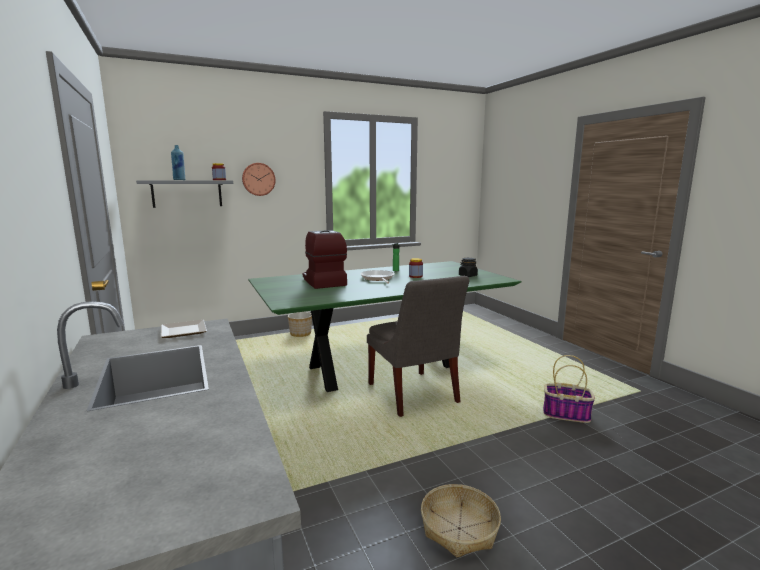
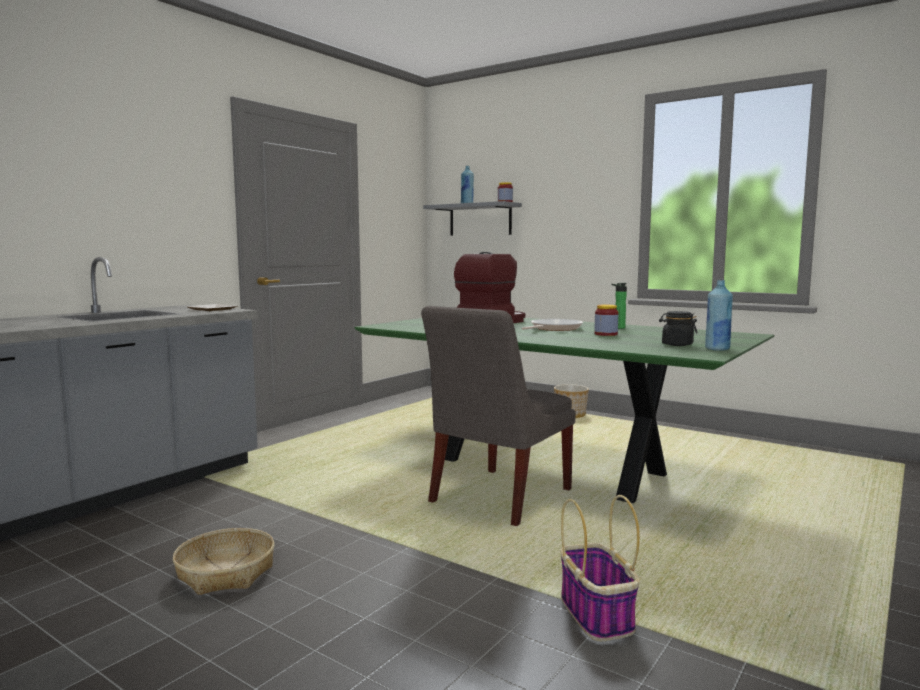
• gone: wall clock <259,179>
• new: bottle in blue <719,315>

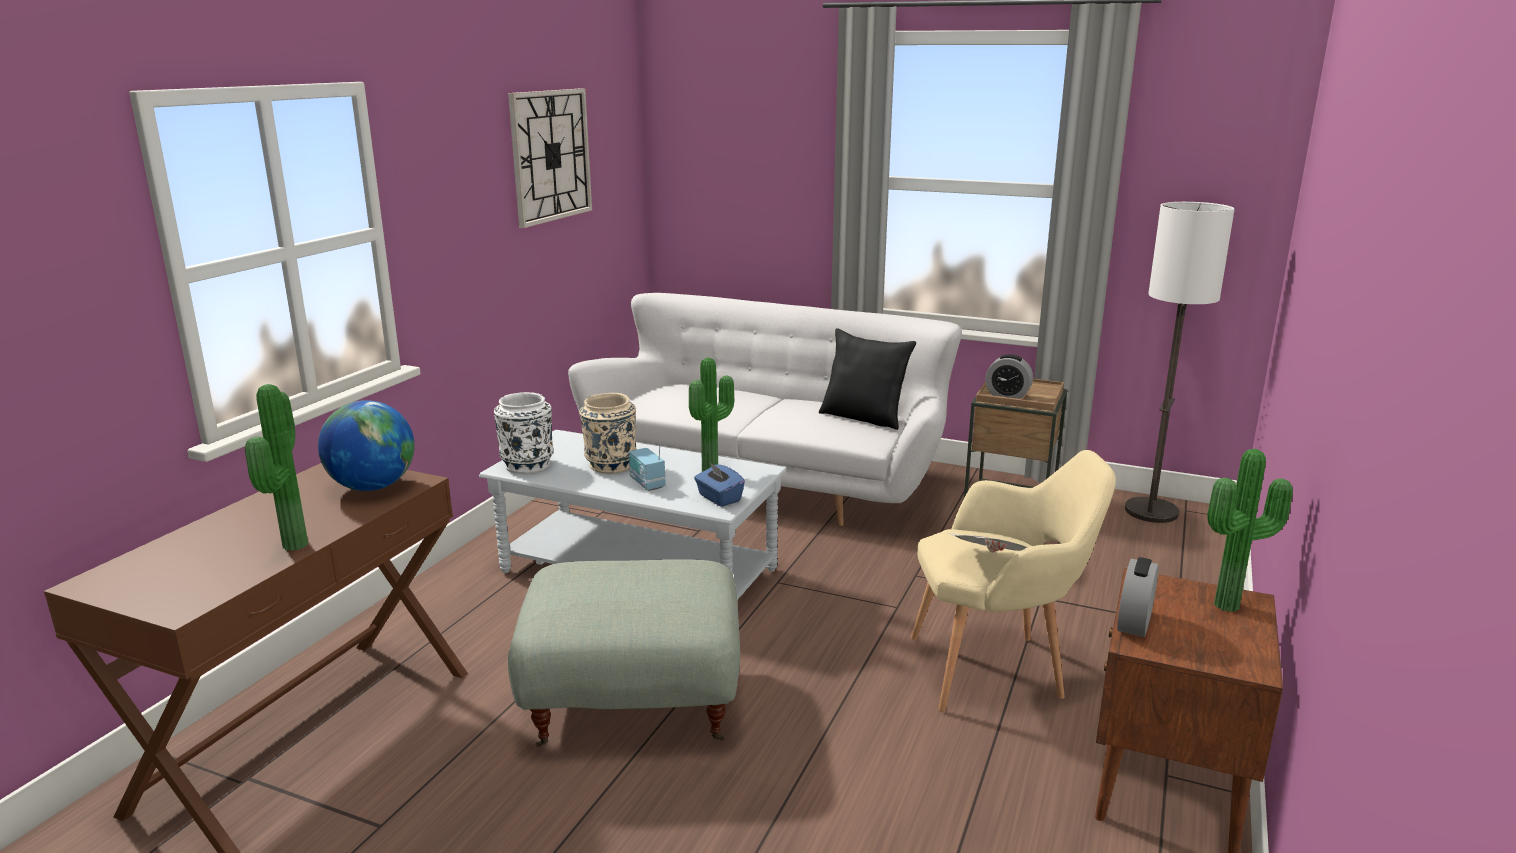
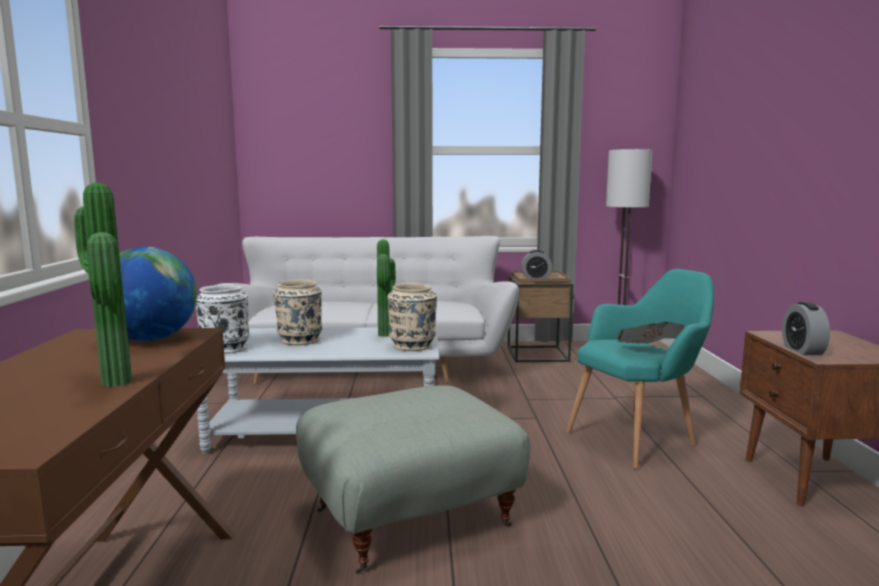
• gone: wall clock <550,158>
• gone: pillow in black <867,379>
• gone: radio <647,467>
• gone: potted plant <1250,530>
• repainted: armchair in beige <1013,581> to armchair in turquoise <640,369>
• swapped: tissue box in blue <719,484> to vase in beige <412,317>

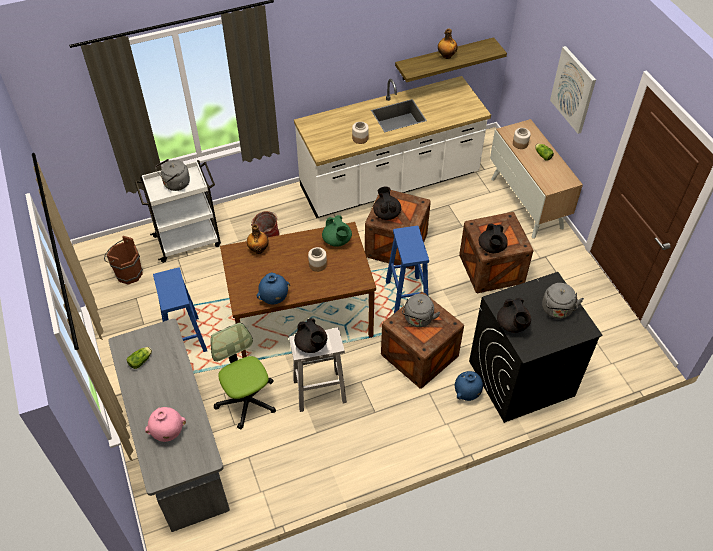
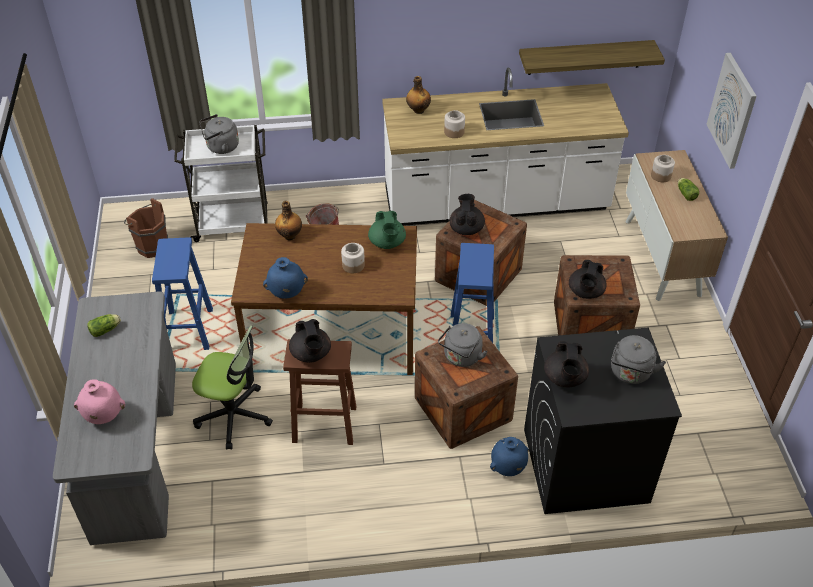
• shifted: bottle <448,44> to <418,95>
• rotated: office chair <243,376> = <232,388> 120 degrees clockwise
• repainted: stool in white <318,370> to stool in brown <319,392>

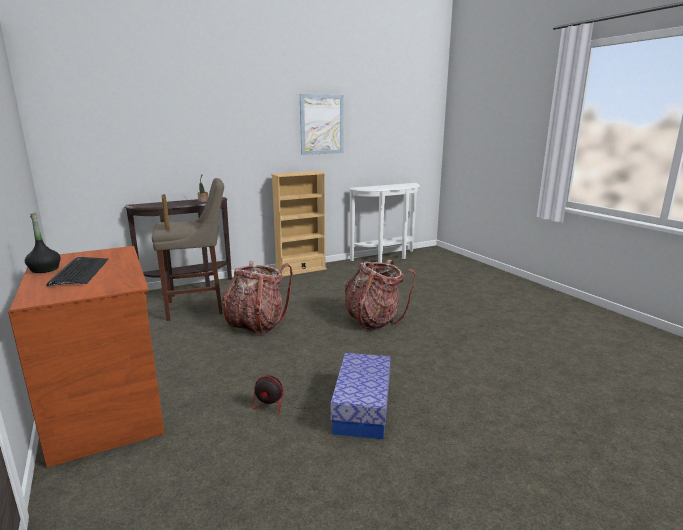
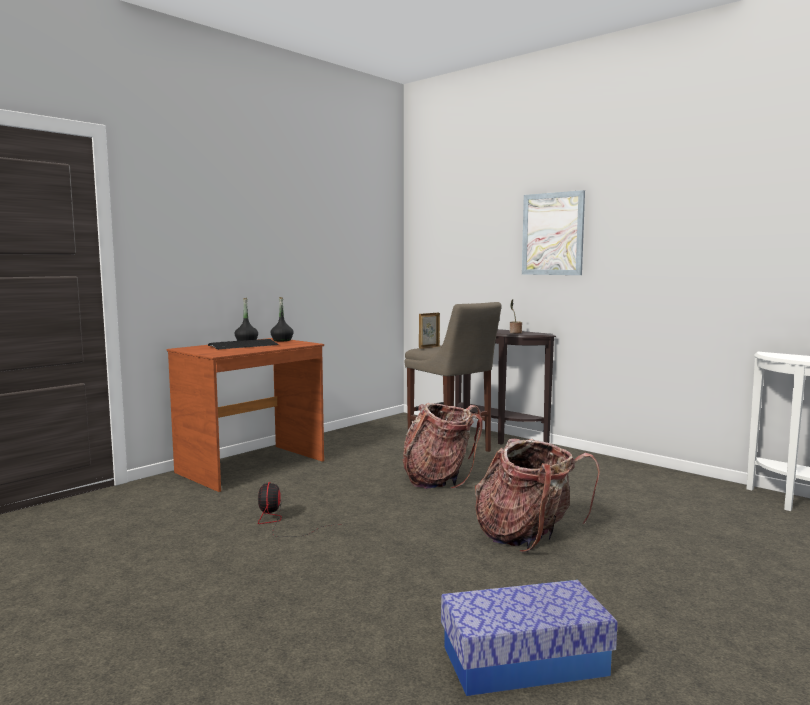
• shifted: picture <322,124> to <553,232>
• gone: bookcase in beige <299,224>
• shifted: storage box <360,396> to <529,638>
• new: bottle in black <281,319>

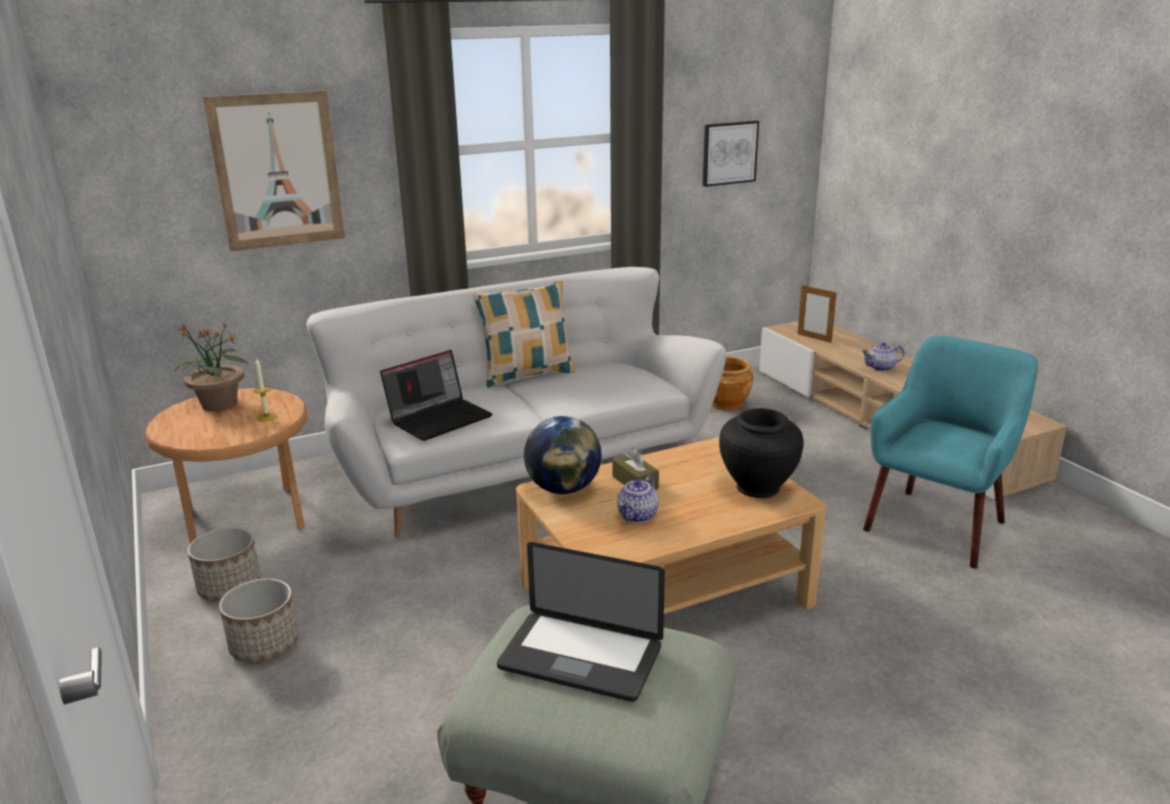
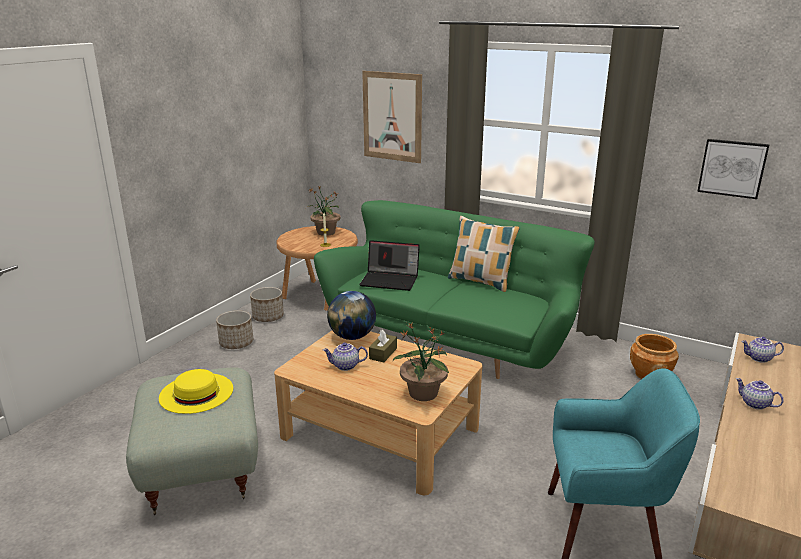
• repainted: sofa in white <516,402> to sofa in green <454,289>
• swapped: picture frame <817,313> to teapot <762,350>
• swapped: vase in black <761,453> to potted plant <421,361>
• swapped: laptop <581,622> to hat in yellow <196,391>

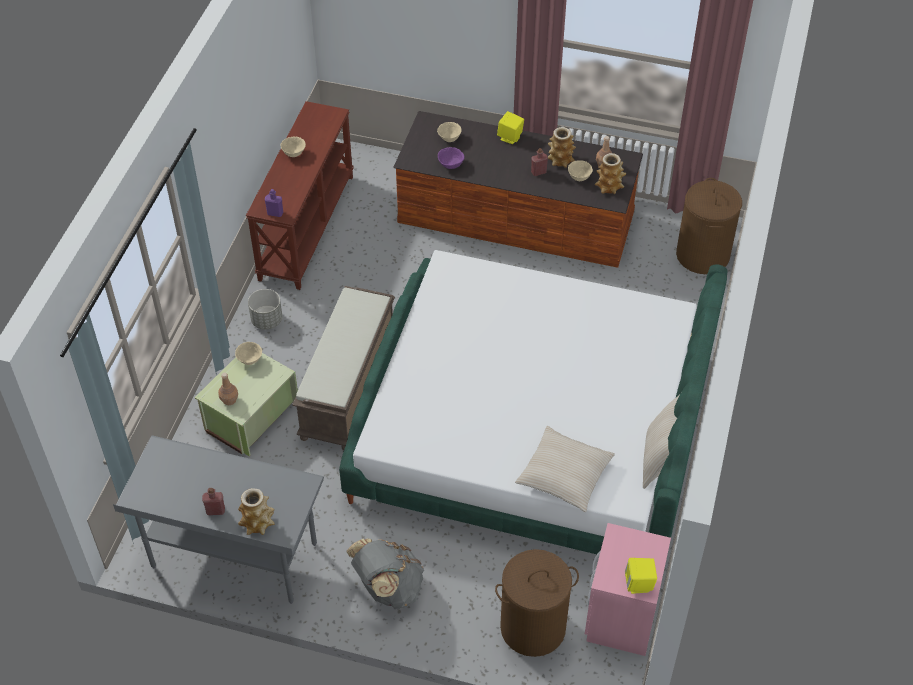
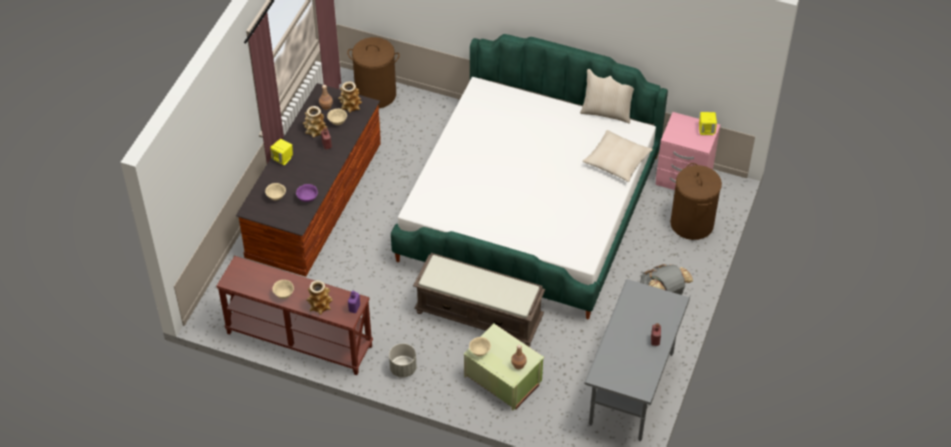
• shifted: vase <256,511> to <319,297>

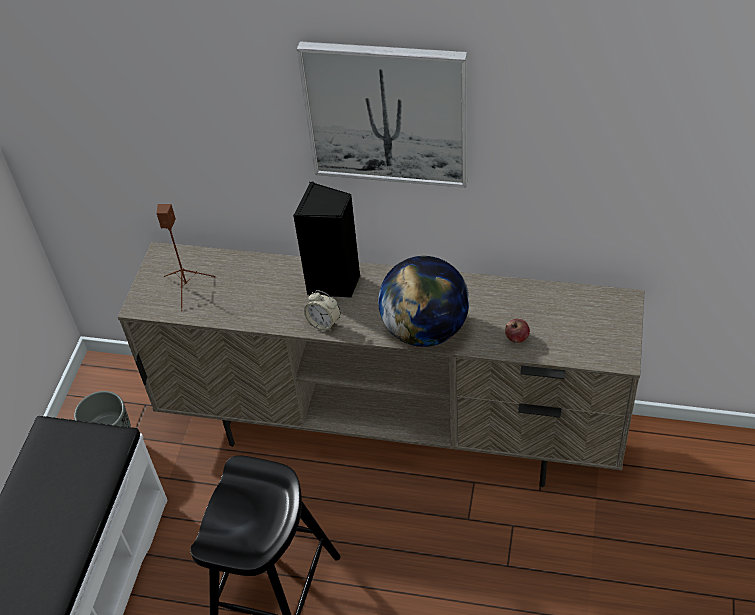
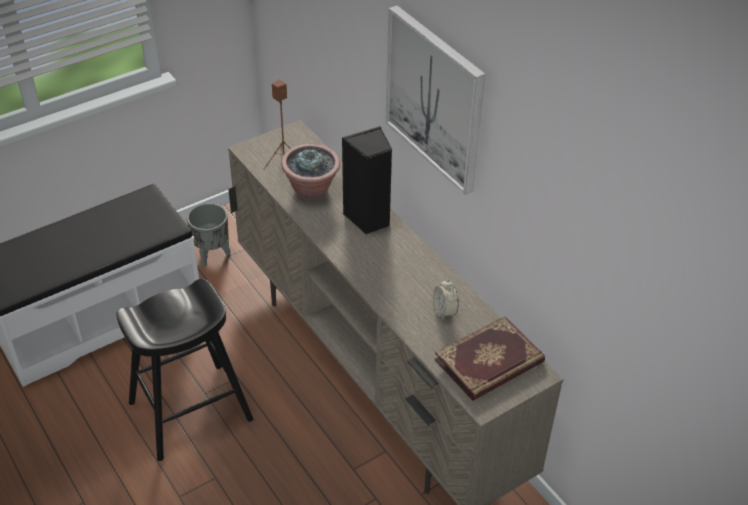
• gone: globe <423,301>
• shifted: alarm clock <322,310> to <446,300>
• gone: apple <517,331>
• new: potted plant <310,171>
• new: book <489,358>

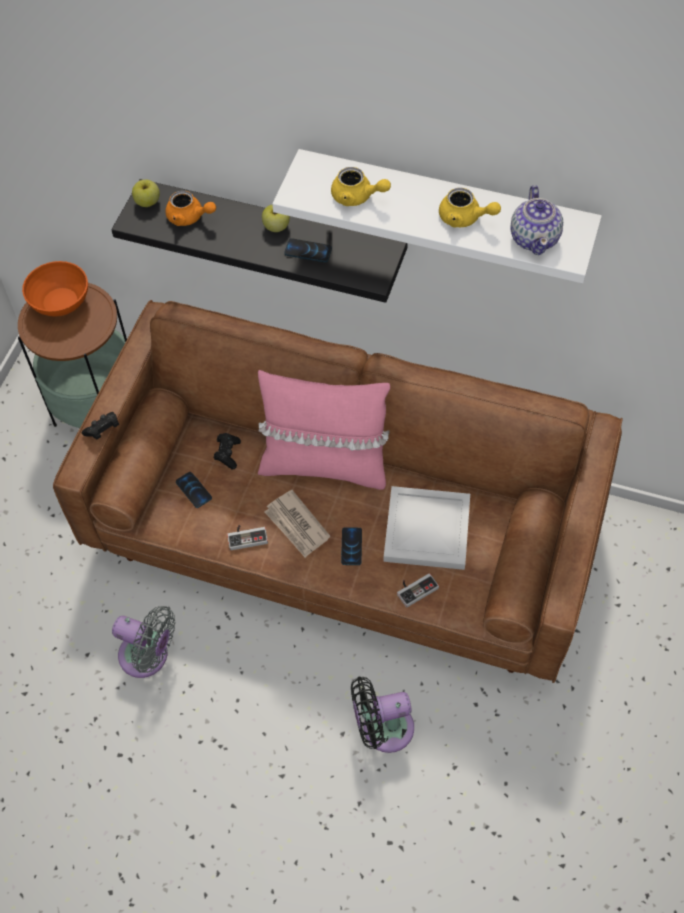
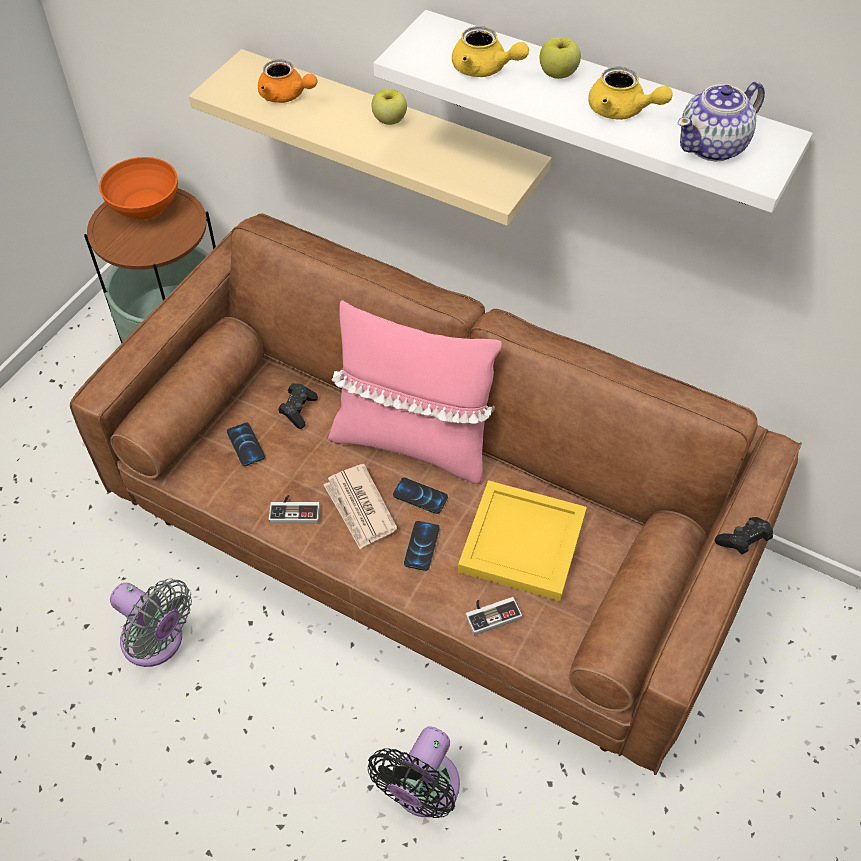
• repainted: shelf in black <259,241> to shelf in beige <370,137>
• shifted: apple <146,193> to <560,58>
• rotated: teapot <536,220> = <721,121> 45 degrees clockwise
• shifted: phone <308,250> to <420,495>
• shifted: game controller in black <100,426> to <744,535>
• repainted: tray in white <426,528> to tray in yellow <522,540>
• rotated: fan in black <382,715> = <414,772> 60 degrees counterclockwise

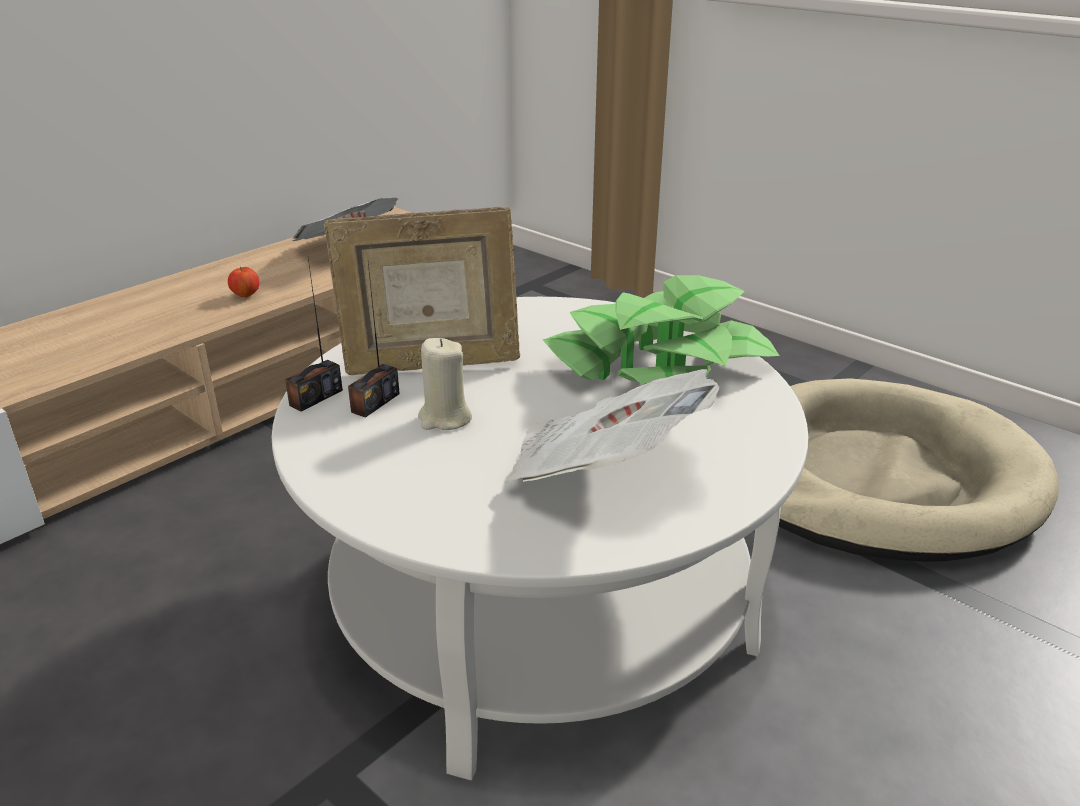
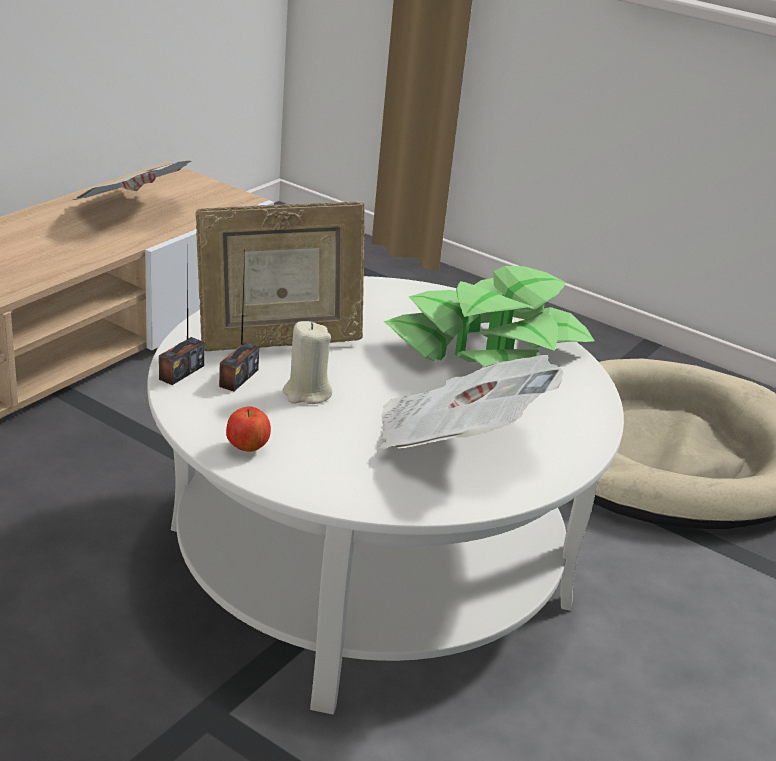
• shifted: apple <244,281> to <248,429>

